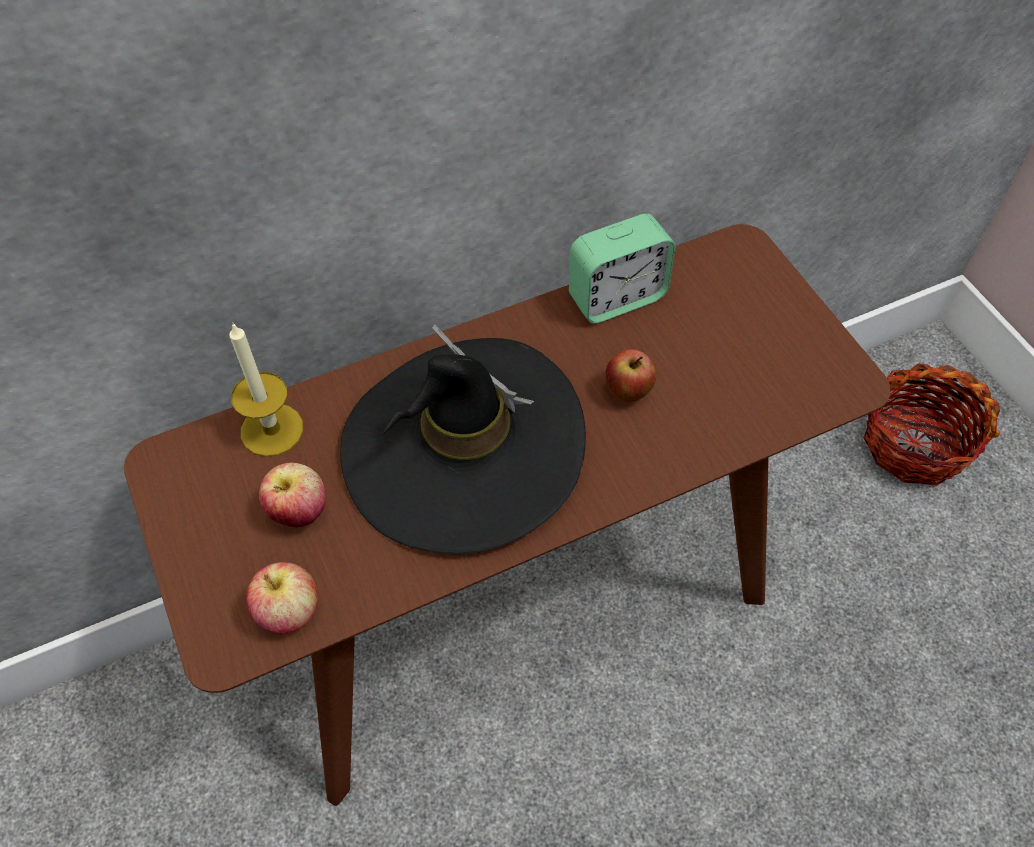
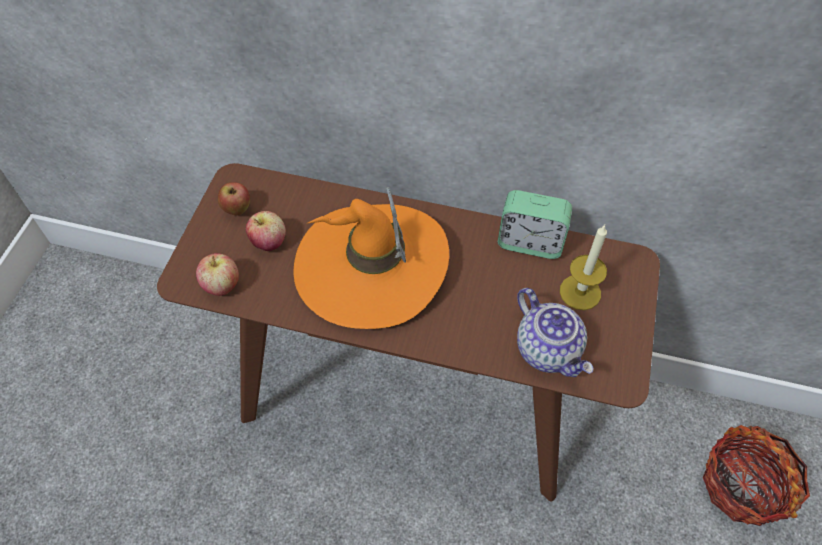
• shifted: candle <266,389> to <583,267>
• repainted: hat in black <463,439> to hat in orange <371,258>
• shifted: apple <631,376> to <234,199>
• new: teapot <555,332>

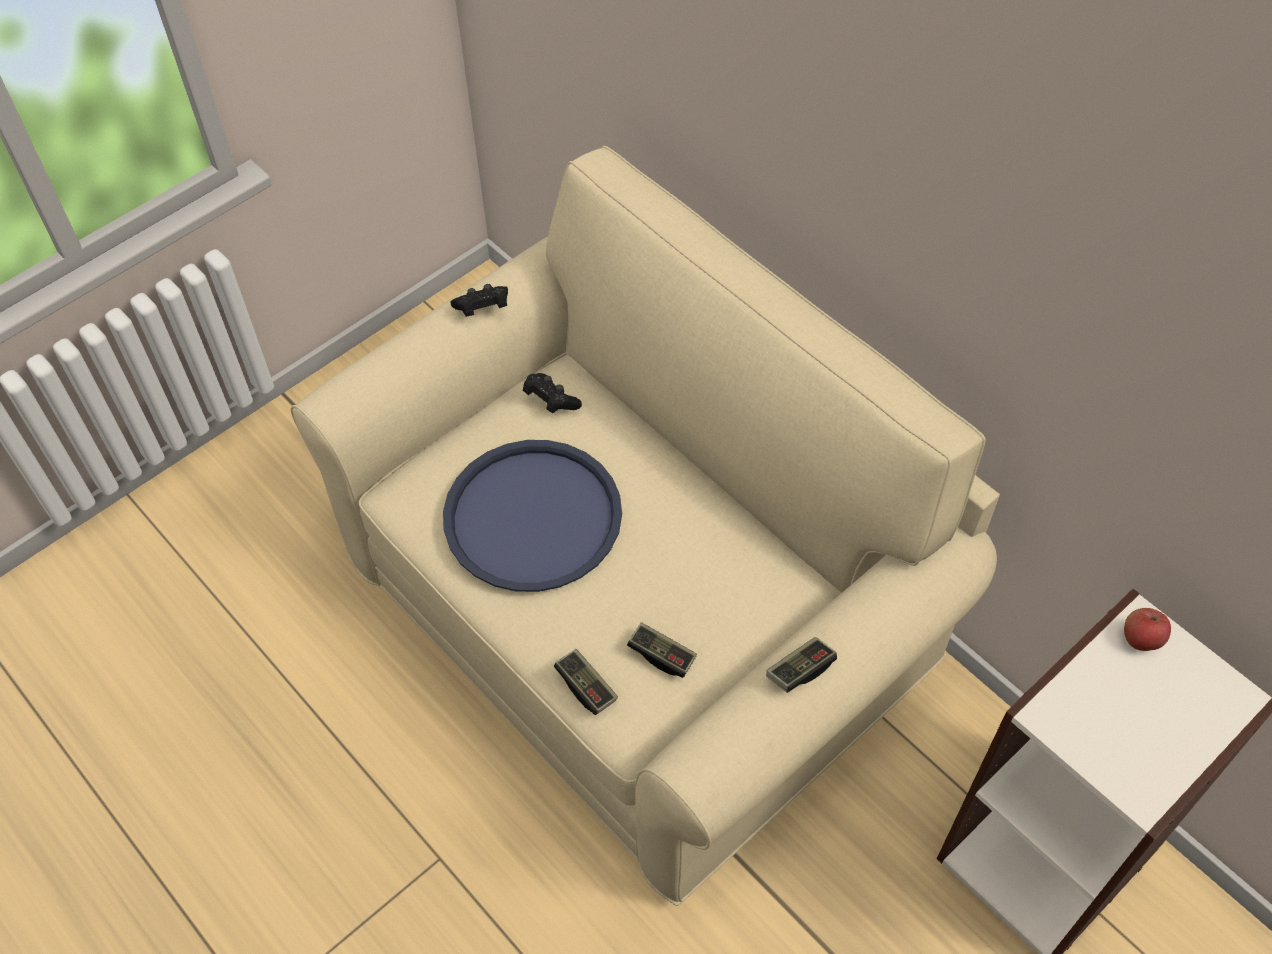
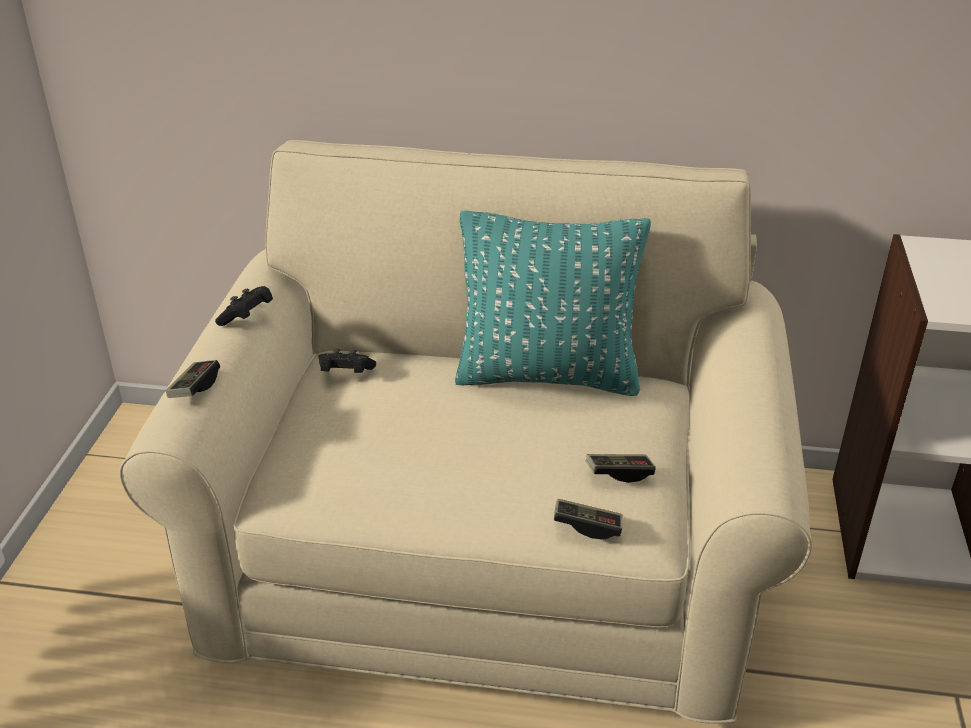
• gone: tray in blue <532,516>
• gone: apple <1147,629>
• shifted: game controller <801,665> to <192,379>
• new: pillow in turquoise <553,303>

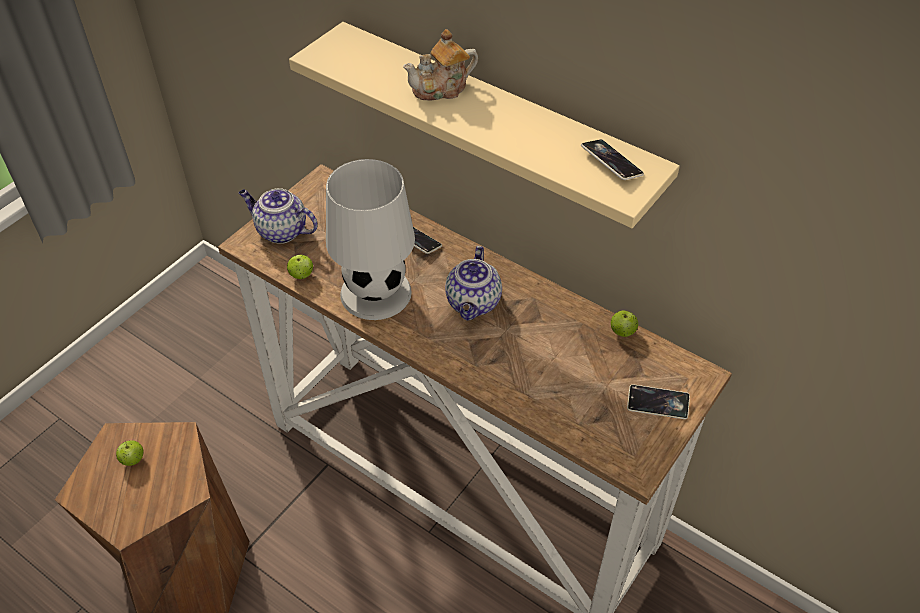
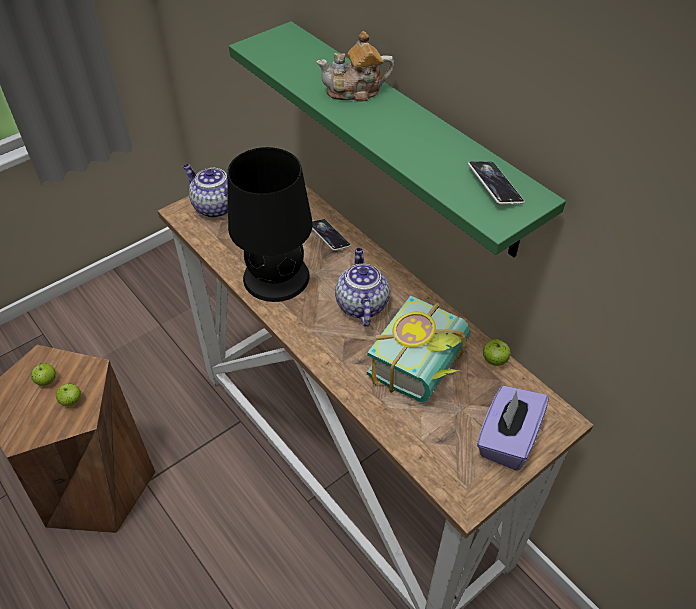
• repainted: shelf in beige <484,125> to shelf in green <397,139>
• repainted: table lamp in white <370,239> to table lamp in black <270,224>
• rotated: teapot <473,283> = <362,287> 150 degrees clockwise
• shifted: apple <300,267> to <68,394>
• swapped: phone <658,401> to tissue box in purple <513,428>
• new: book <418,348>

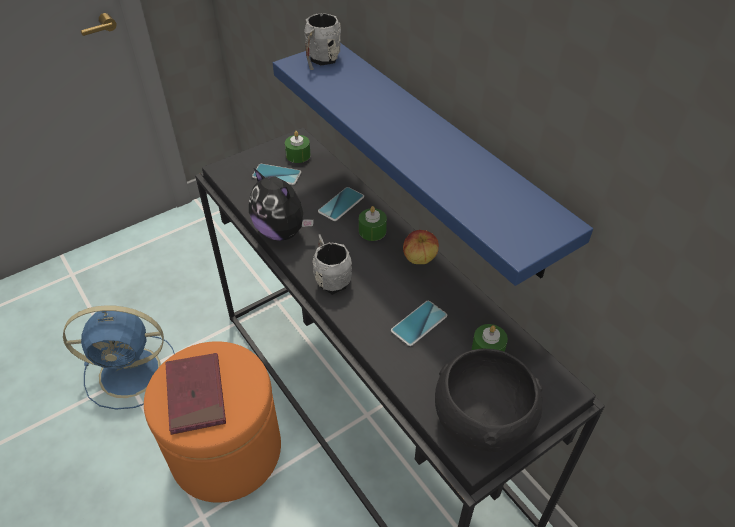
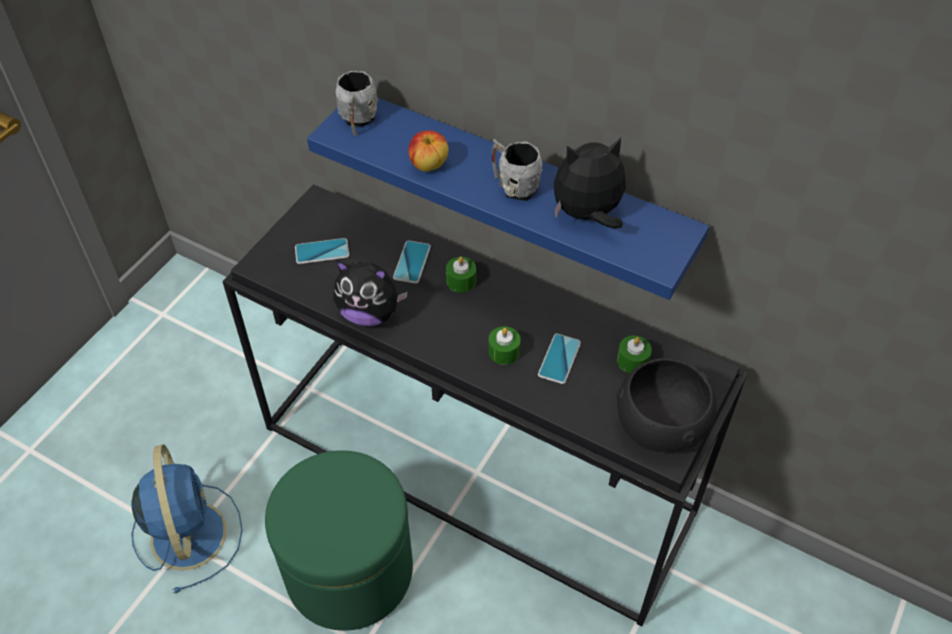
• shifted: candle in green <298,147> to <504,346>
• shifted: apple <421,247> to <429,151>
• shifted: mug in grey <332,264> to <517,170>
• rotated: fan in blue <119,357> = <186,518> 75 degrees counterclockwise
• repainted: ottoman in orange <212,422> to ottoman in green <339,540>
• gone: book in red <196,394>
• new: plush toy <590,183>

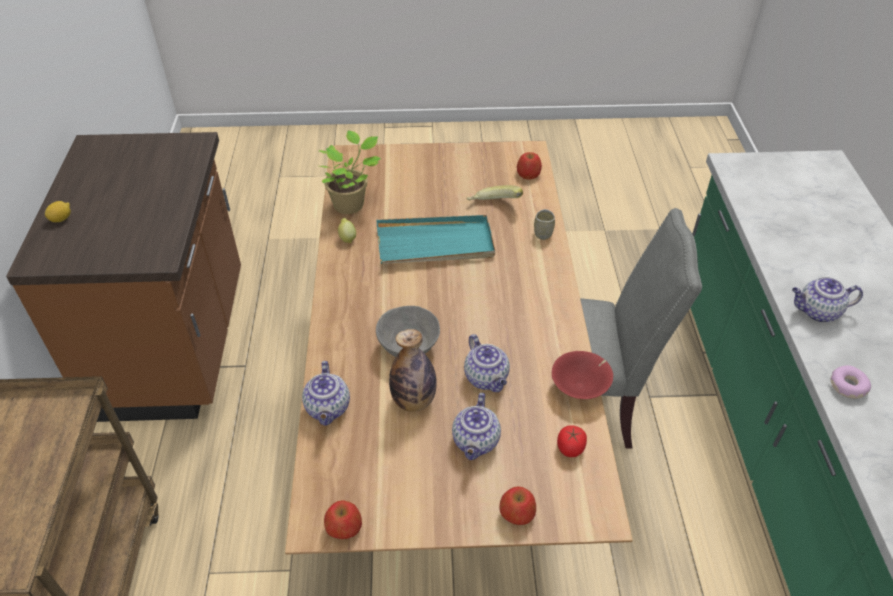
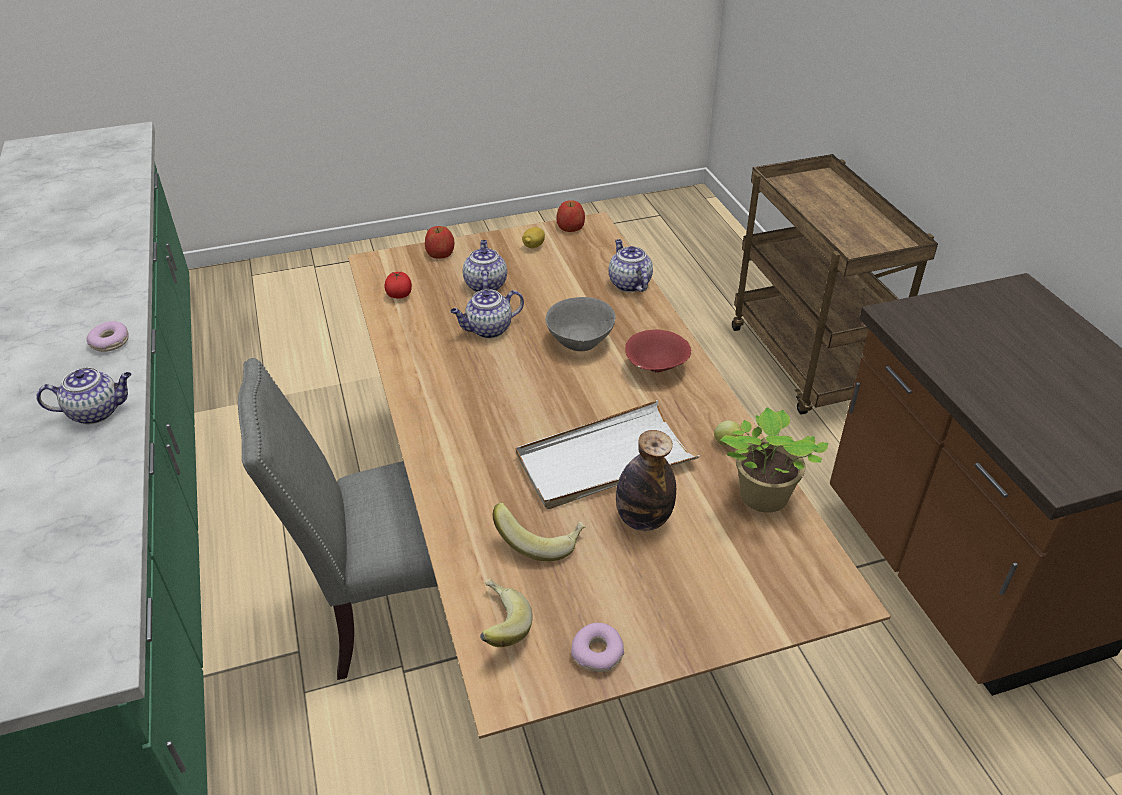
• swapped: apple <529,165> to banana <506,612>
• shifted: lemon <58,211> to <533,237>
• gone: cup <544,224>
• repainted: tray in turquoise <435,239> to tray in white <608,454>
• shifted: bottle <413,370> to <646,480>
• rotated: teapot <487,363> = <487,314> 75 degrees counterclockwise
• shifted: bowl in red <582,375> to <658,351>
• new: donut <597,647>

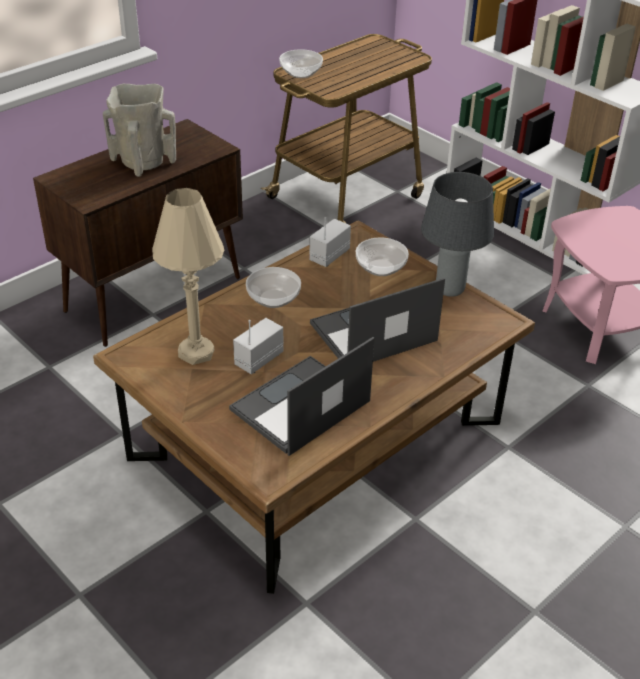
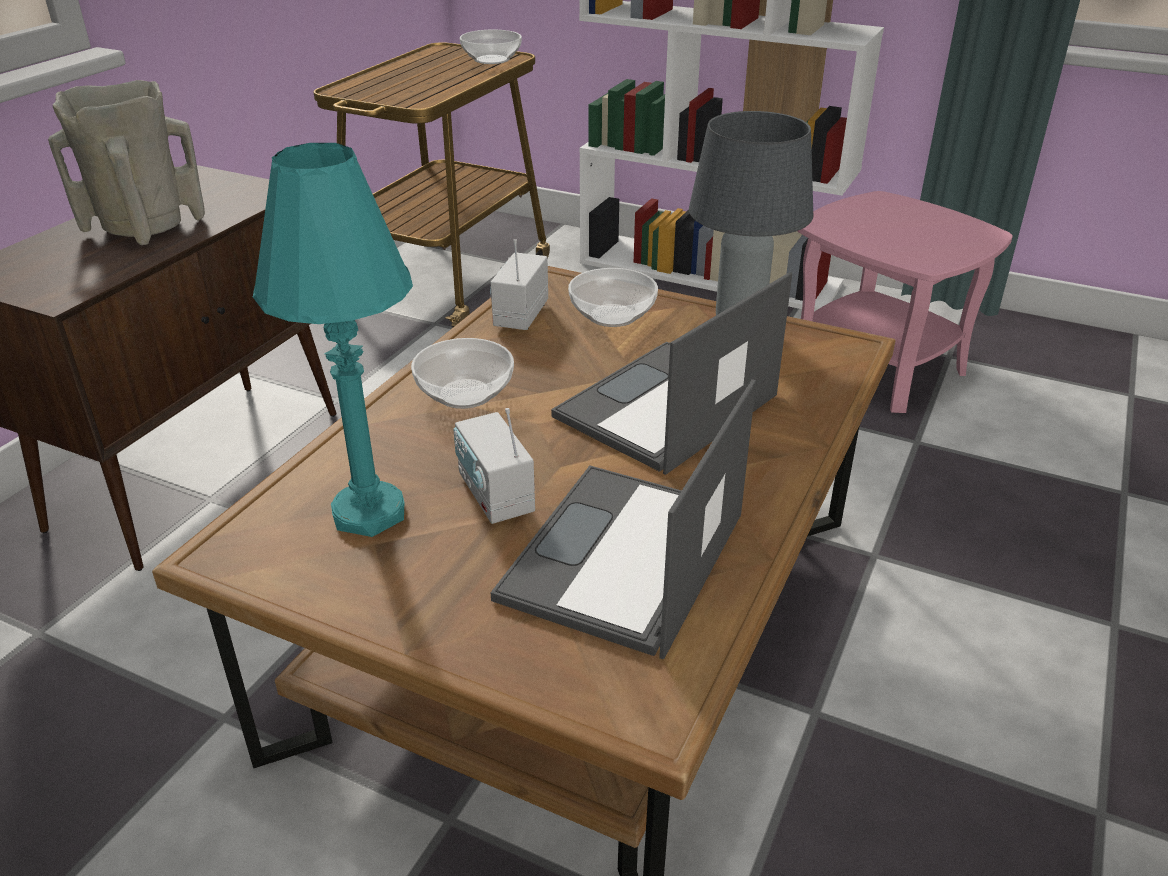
• shifted: bowl <301,63> to <491,47>
• repainted: table lamp in beige <188,276> to table lamp in turquoise <333,340>
• rotated: radio <258,346> = <494,466> 45 degrees counterclockwise

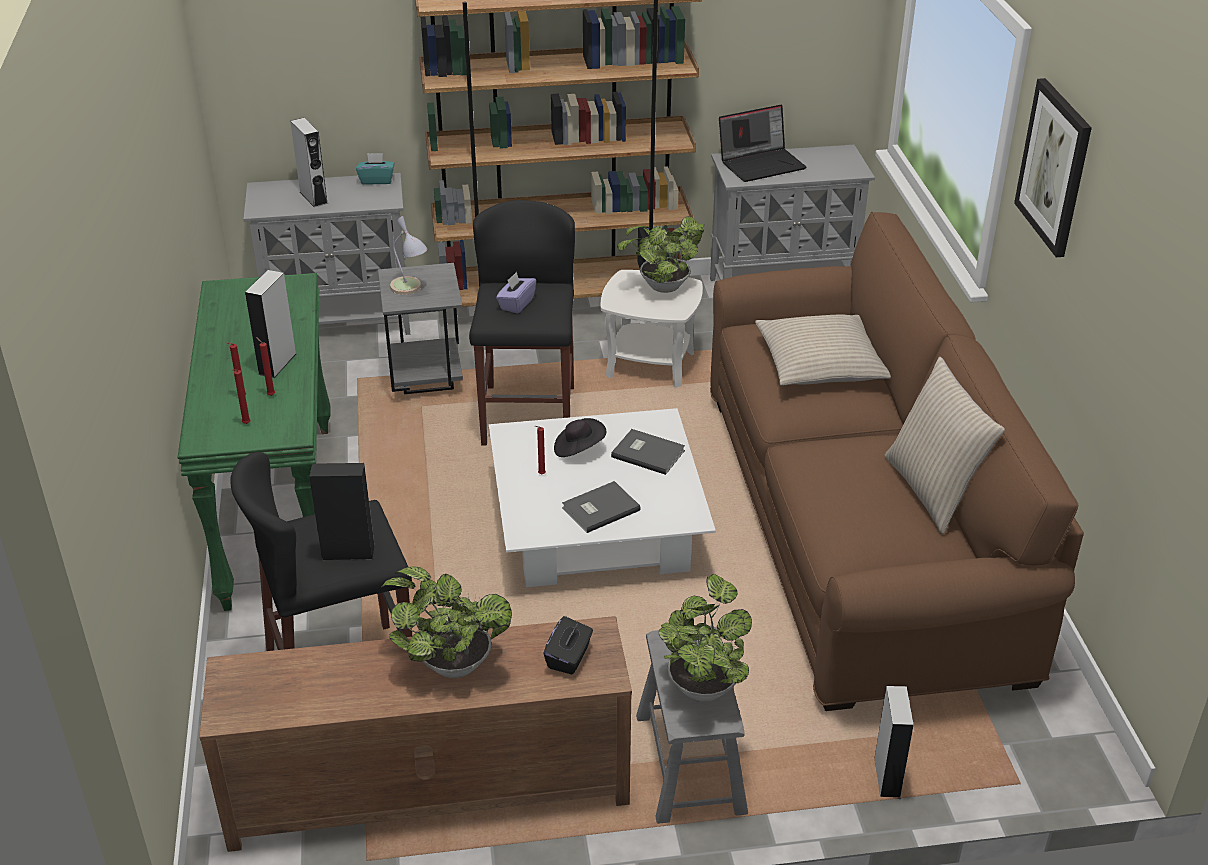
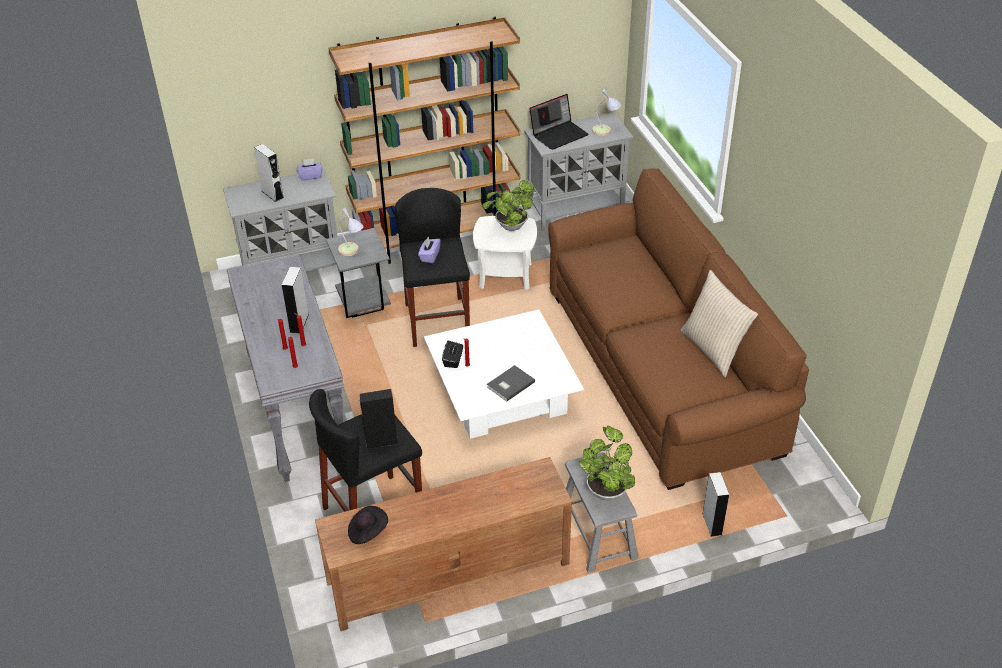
• gone: picture <1053,167>
• repainted: tissue box in turquoise <375,169> to tissue box in purple <309,169>
• repainted: console table in green <254,442> to console table in grey <285,368>
• gone: pillow in beige <823,350>
• shifted: hat in black <580,437> to <368,525>
• gone: book in grey <648,452>
• gone: potted plant <447,622>
• shifted: tissue box in black <568,645> to <452,354>
• new: table lamp <606,112>

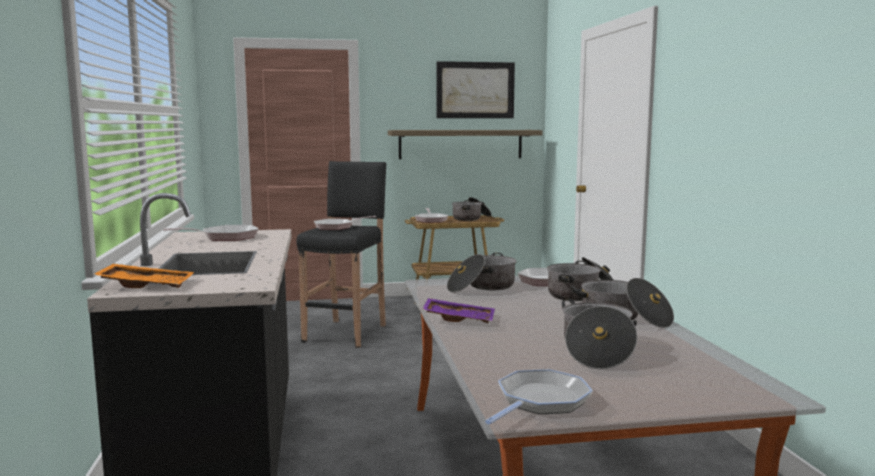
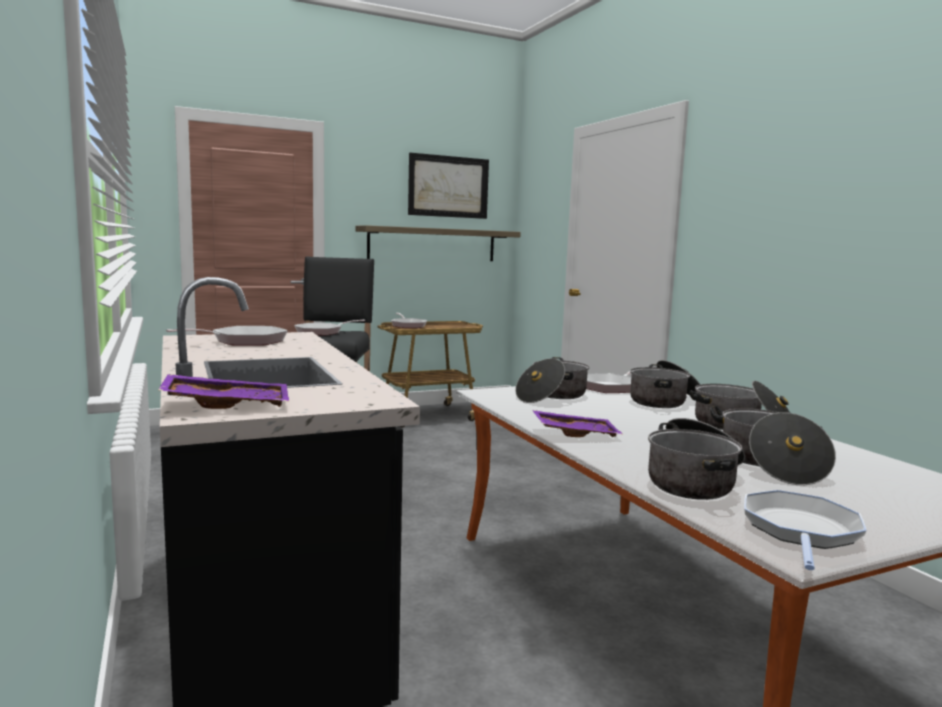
• shifted: cooking pot <472,209> to <696,459>
• repainted: tray in orange <143,276> to tray in purple <223,391>

